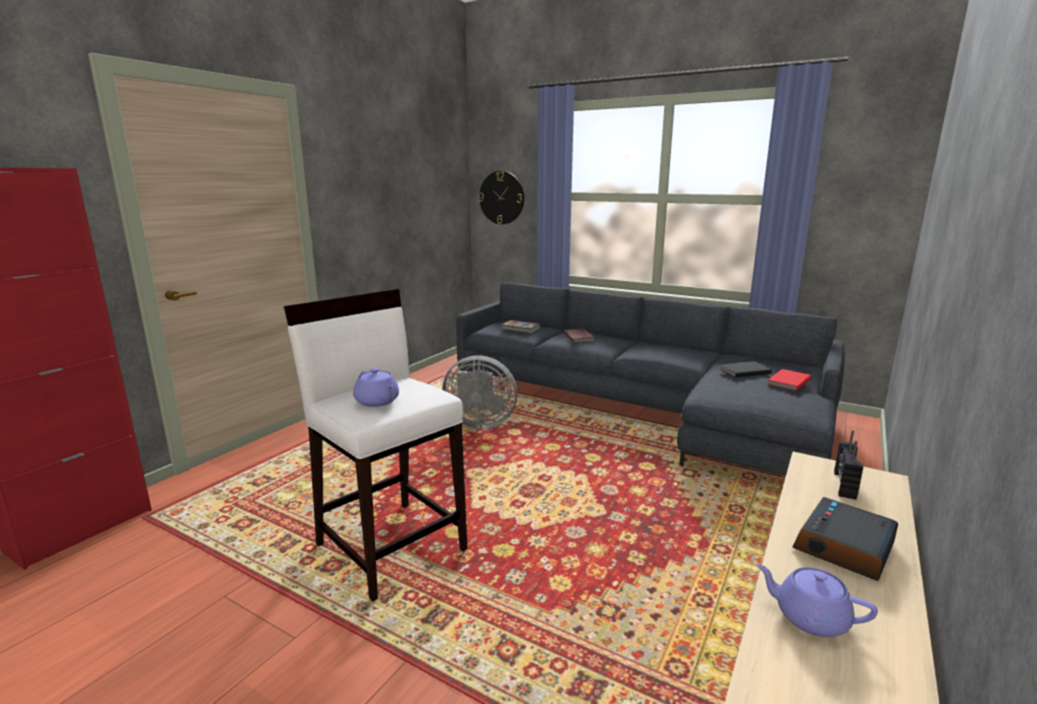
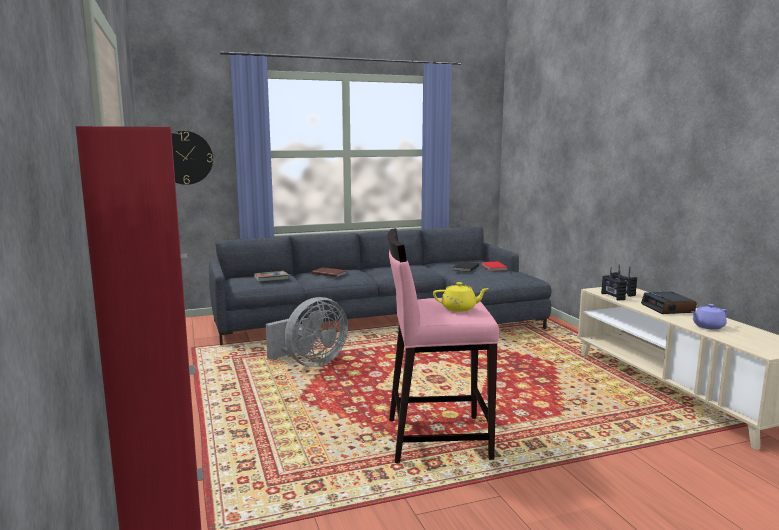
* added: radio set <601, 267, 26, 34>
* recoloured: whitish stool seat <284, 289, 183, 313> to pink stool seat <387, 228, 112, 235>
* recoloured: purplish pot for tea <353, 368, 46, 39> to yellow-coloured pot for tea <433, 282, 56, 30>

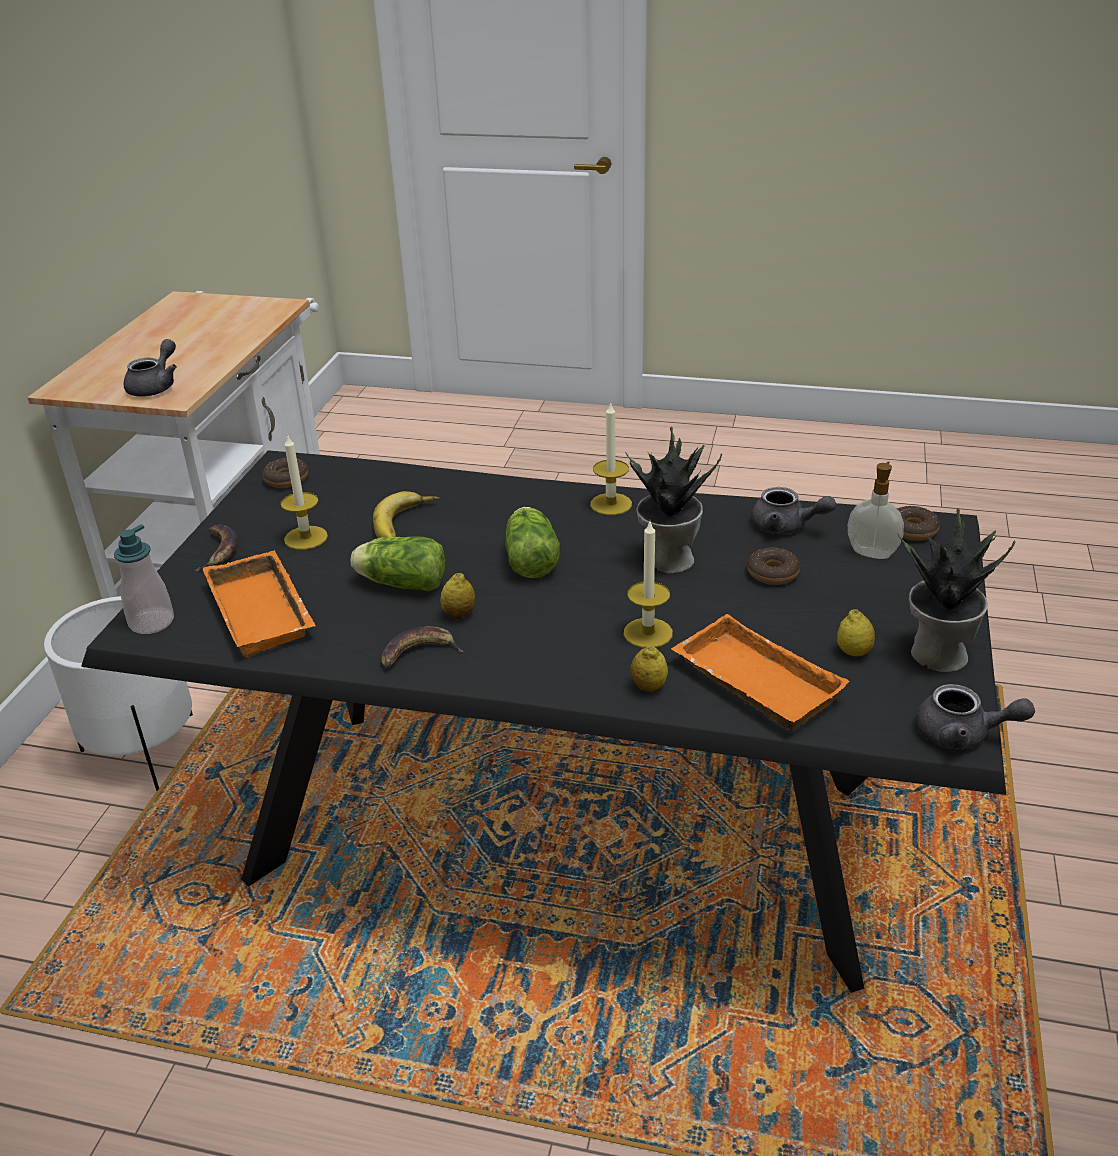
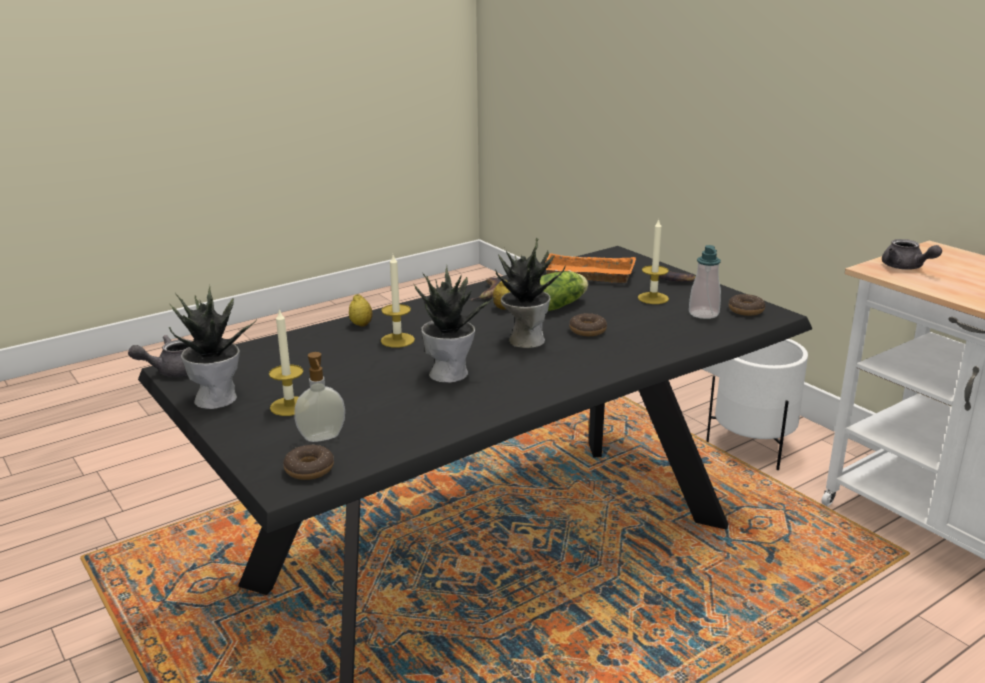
* removed: whole banana <373, 491, 67, 47>
* removed: orange-coloured serving tray <671, 614, 179, 115>
* removed: gray pot for tea <751, 487, 85, 47>
* removed: whole lemon <837, 609, 38, 48>
* moved: liquid soap bottle <114, 524, 60, 110> to <689, 245, 32, 74>
* moved: candle <590, 401, 42, 114> to <269, 308, 34, 108>
* moved: doughnut <747, 547, 53, 38> to <569, 313, 38, 23>
* replaced: lettuce <505, 507, 55, 71> to houseplant <496, 238, 70, 110>

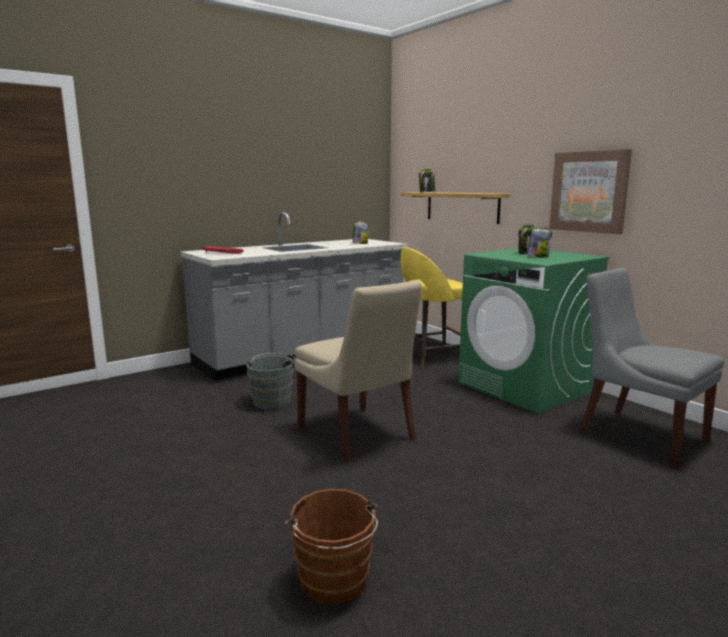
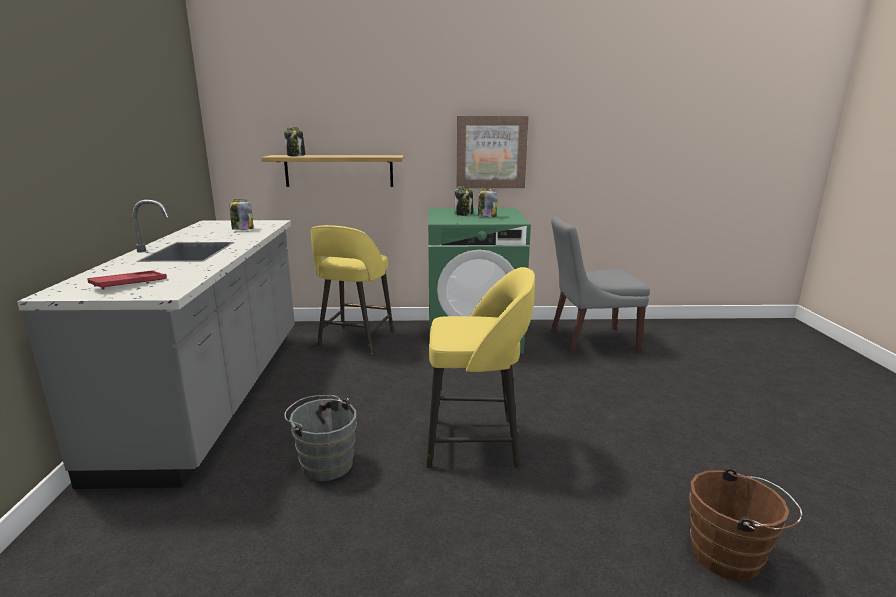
* replaced: beige chair <295, 281, 127, 181> to yellow-coloured stool seat <426, 267, 109, 202>

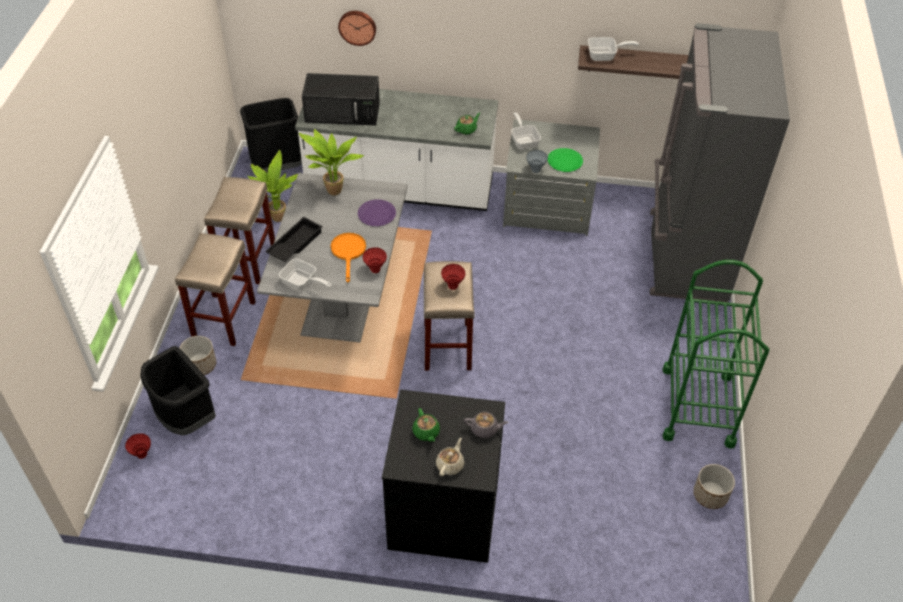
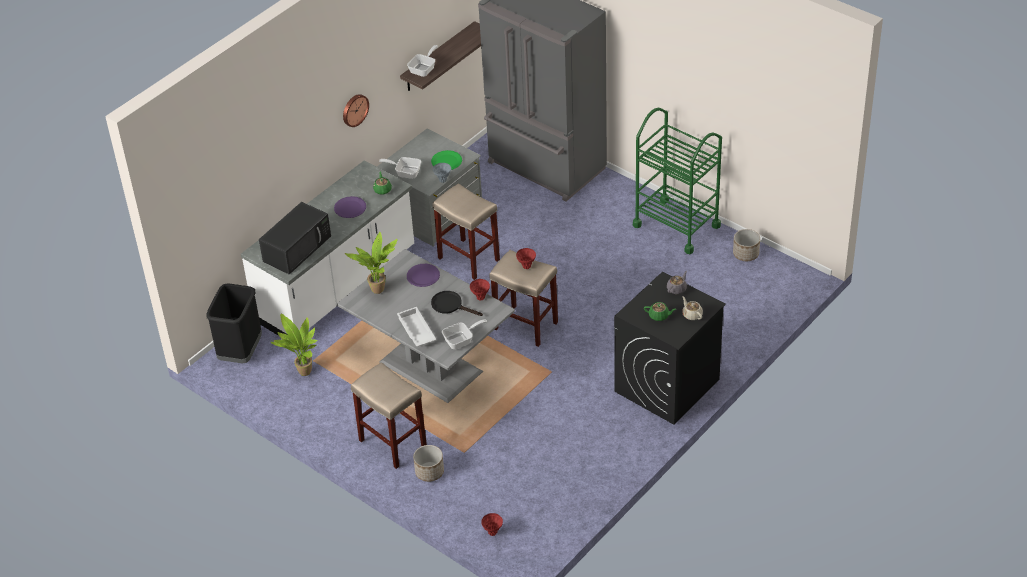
* removed: black rubbish bin <140, 346, 76, 89>
* added: purplish plate <334, 196, 32, 22>
* moved: beige stool seat <204, 177, 71, 107> to <432, 183, 68, 97>
* moved: clock on the wall <338, 11, 38, 35> to <343, 94, 26, 33>
* recoloured: black serving tray <265, 217, 58, 45> to whitish serving tray <397, 307, 39, 40>
* recoloured: orange-coloured pan <331, 233, 35, 49> to black pan <431, 291, 52, 25>

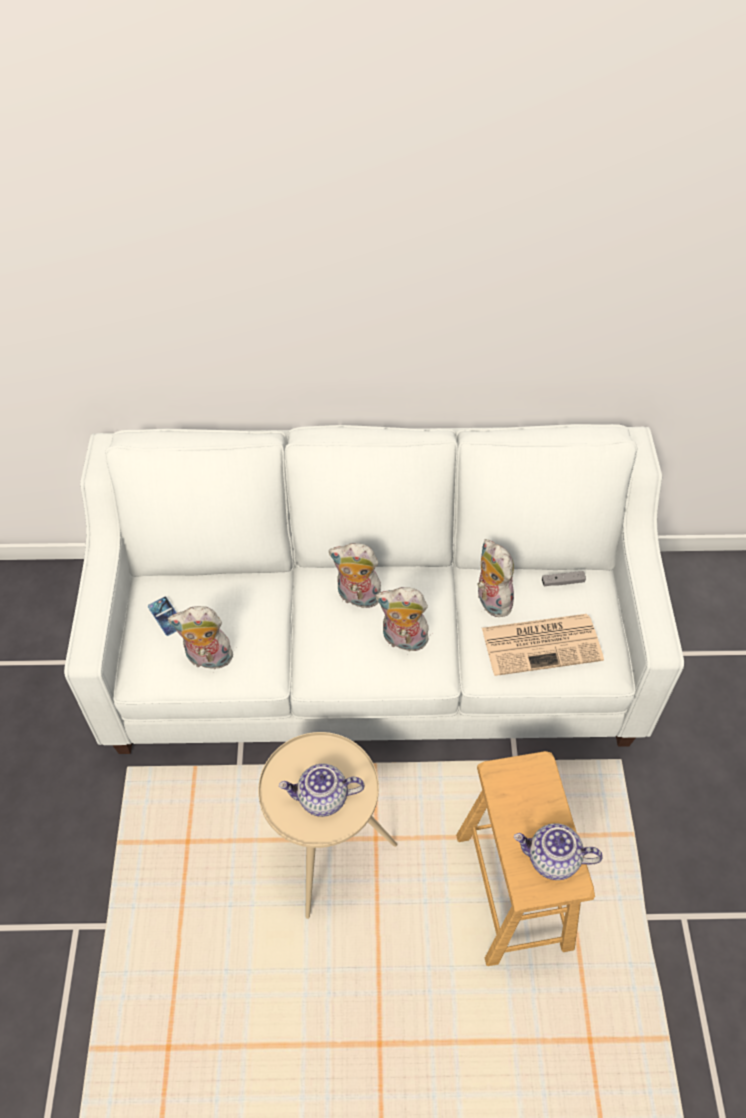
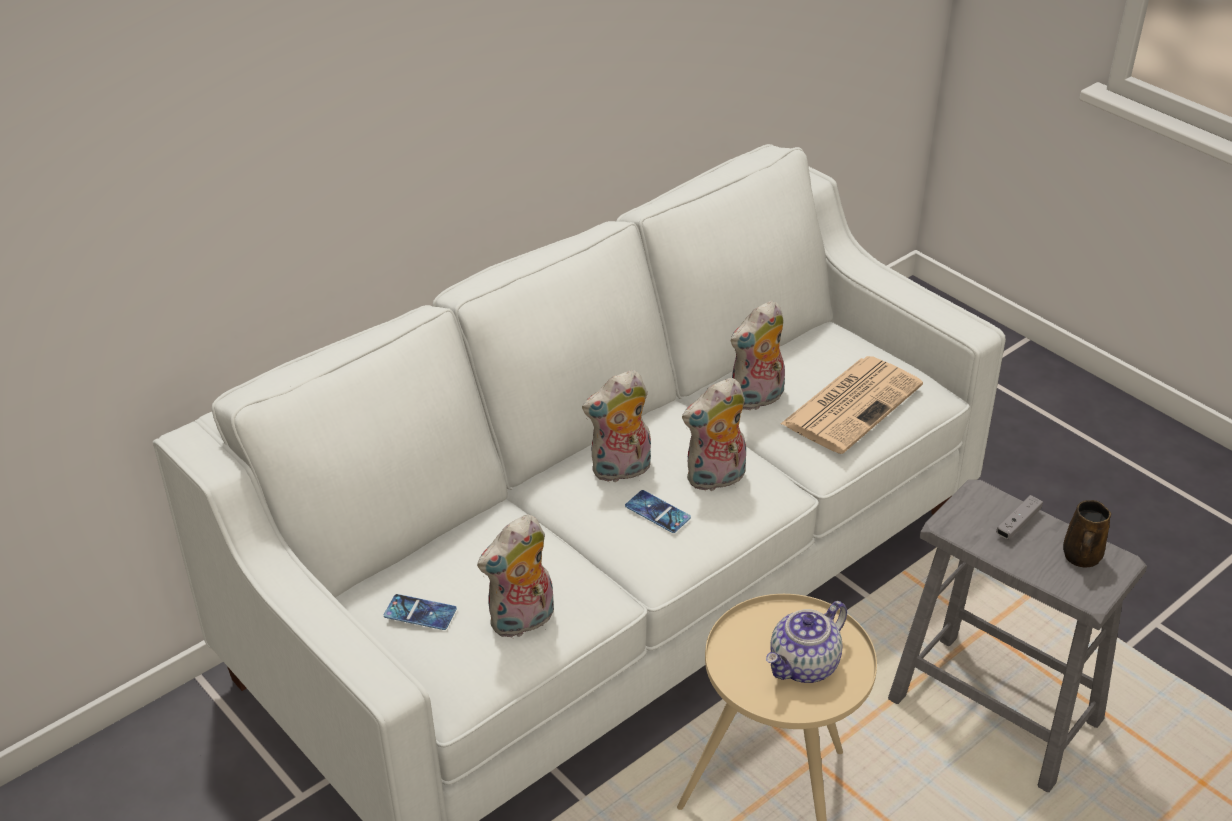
* added: phone <625, 490, 66, 43>
* moved: gray joypad <542, 571, 44, 16> to <996, 495, 47, 44>
* replaced: pot for tea <513, 823, 90, 57> to brown mug <1063, 500, 48, 68>
* recoloured: brown stool seat <456, 751, 139, 215> to gray stool seat <888, 480, 259, 312>
* turned: plush toy <477, 539, 38, 78> = <731, 300, 54, 110> 60 degrees counterclockwise

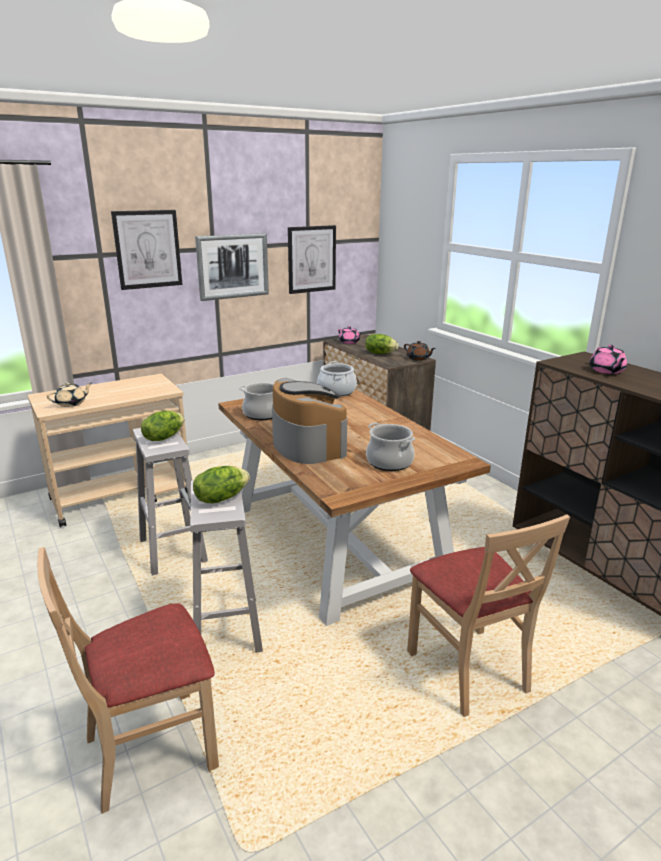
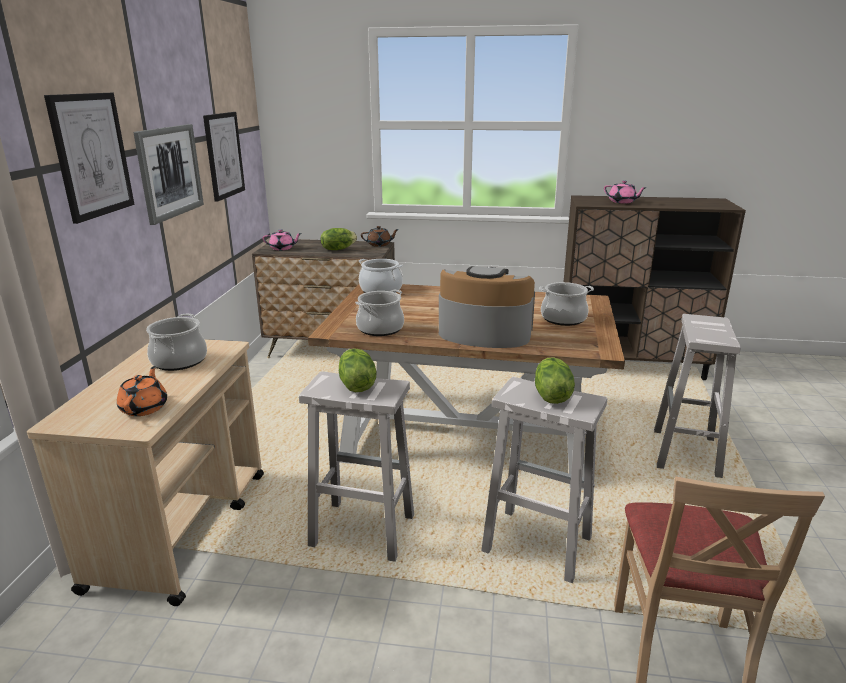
* added: stockpot <146, 314, 61, 57>
* replaced: beige chair <407, 514, 163, 203> to whitish stool seat <654, 314, 87, 164>
* recoloured: beige pot for tea <47, 383, 45, 24> to orange-coloured pot for tea <117, 366, 50, 50>

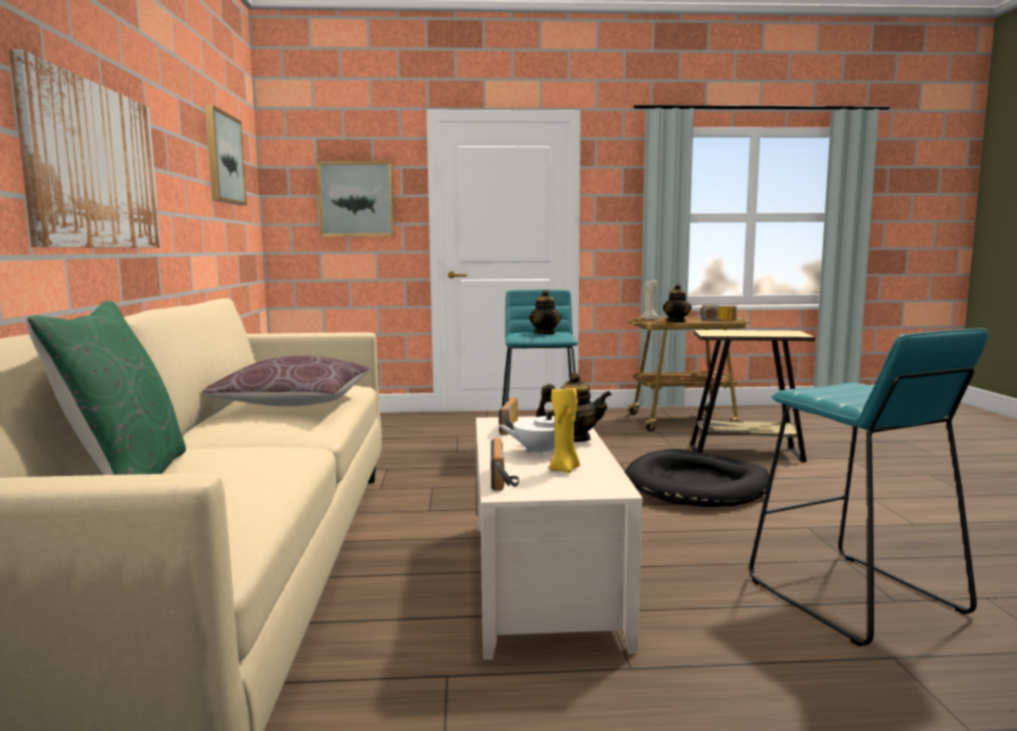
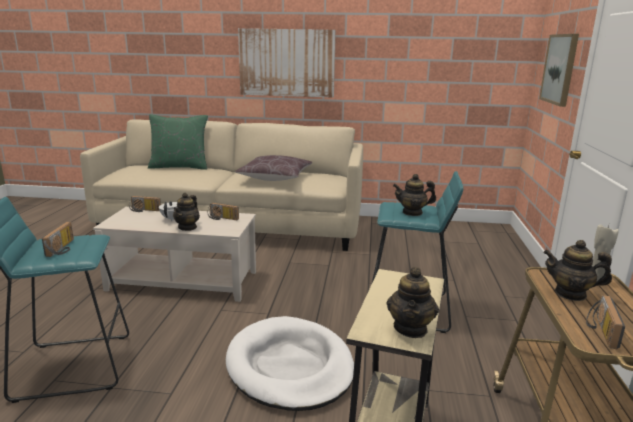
* removed: wall picture <205, 105, 42, 101>
* removed: yellow-coloured candle <549, 384, 31, 89>
* added: radio set <42, 222, 32, 35>
* added: pot for tea <387, 267, 52, 71>
* recoloured: black pet bed <625, 449, 145, 58> to whitish pet bed <226, 316, 128, 95>

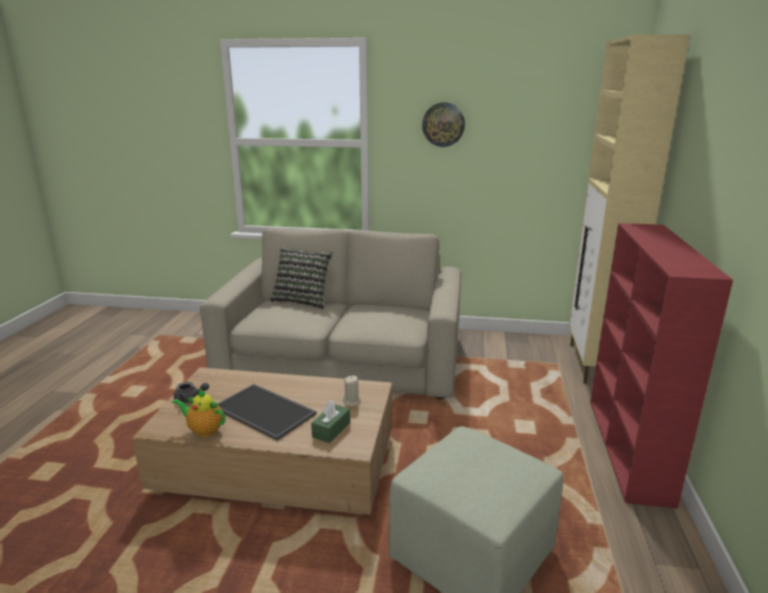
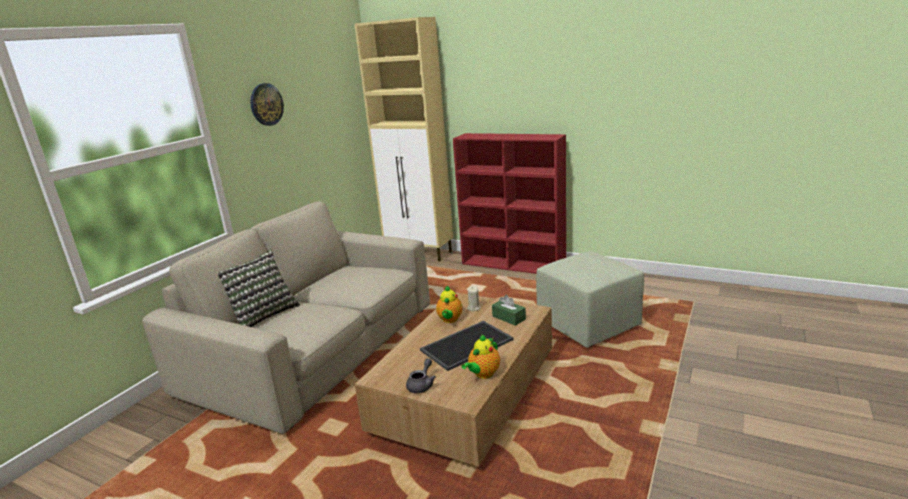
* added: pot for tea <436, 286, 26, 37>

